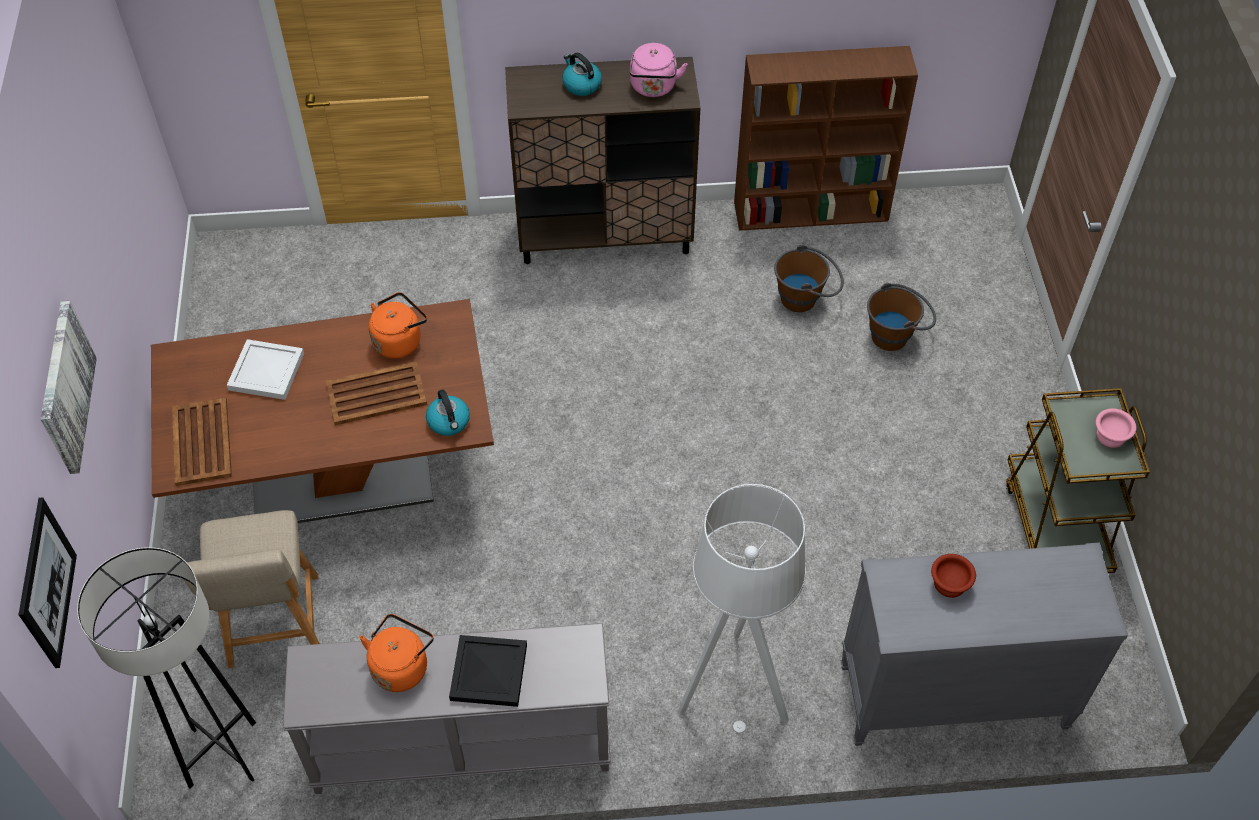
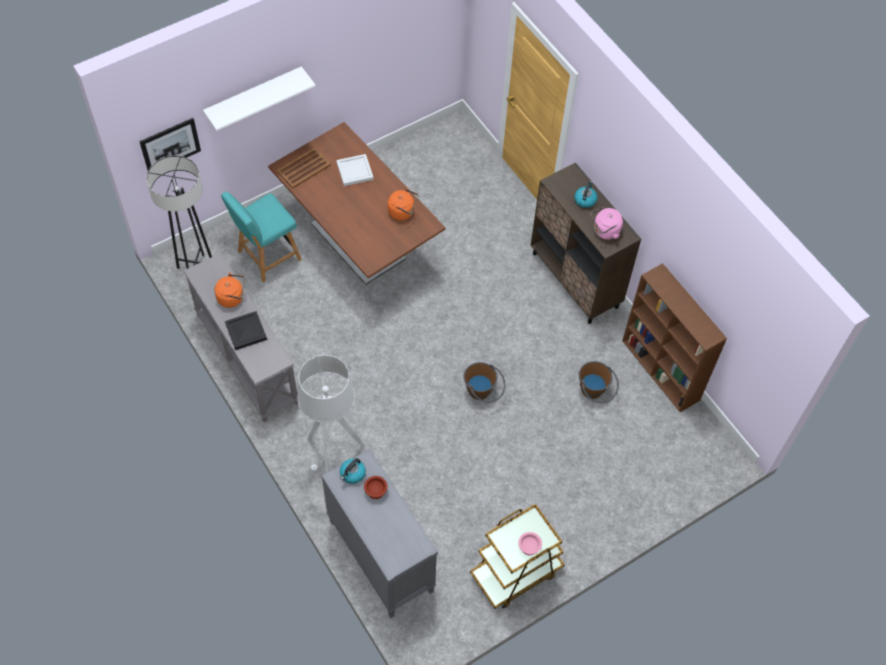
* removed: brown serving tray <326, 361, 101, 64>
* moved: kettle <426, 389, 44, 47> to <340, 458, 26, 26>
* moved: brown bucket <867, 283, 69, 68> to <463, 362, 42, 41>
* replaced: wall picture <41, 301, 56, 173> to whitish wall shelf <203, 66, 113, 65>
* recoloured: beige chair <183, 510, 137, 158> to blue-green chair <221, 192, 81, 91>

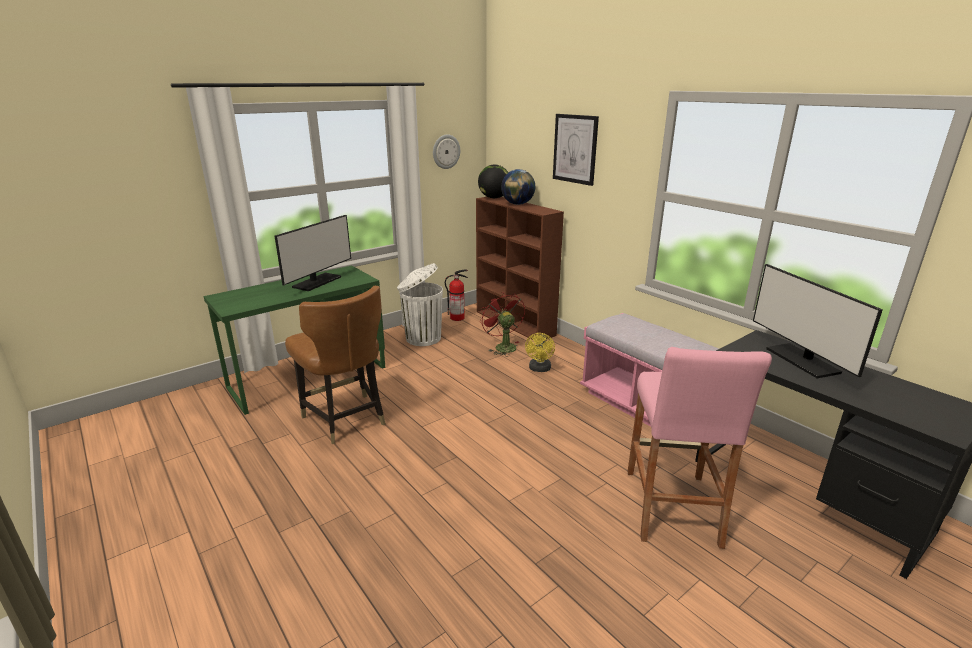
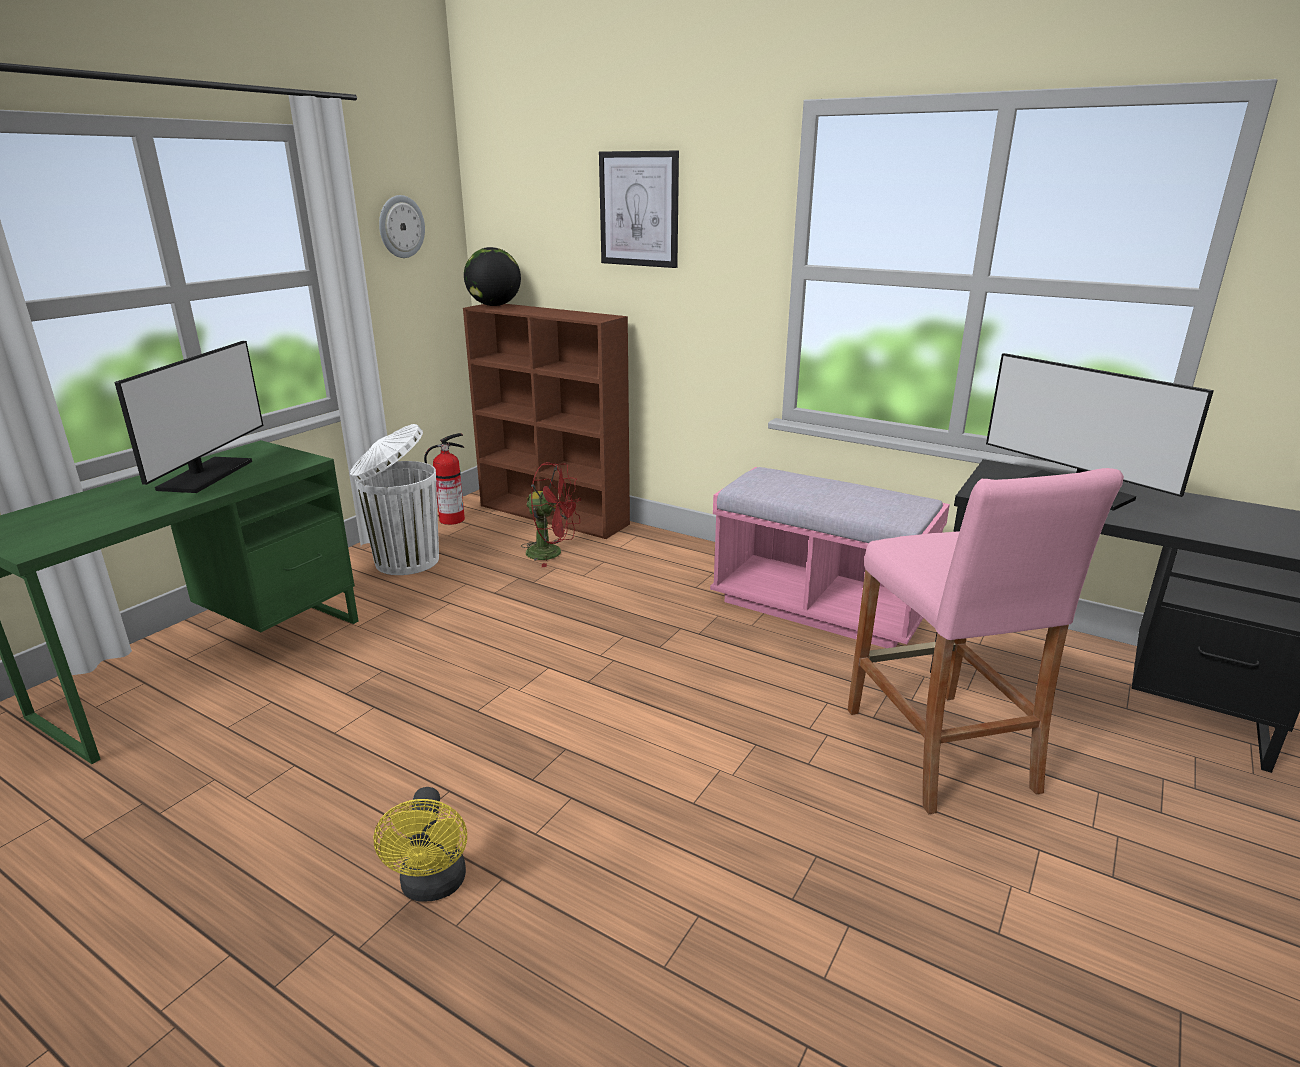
* removed: brown chair <285, 286, 101, 158>
* removed: desk globe <501, 169, 34, 36>
* moved: yellow-coloured cooling fan <525, 333, 30, 39> to <373, 787, 94, 114>
* turned: reddish cooling fan <480, 292, 45, 64> = <521, 462, 60, 105> 150 degrees clockwise

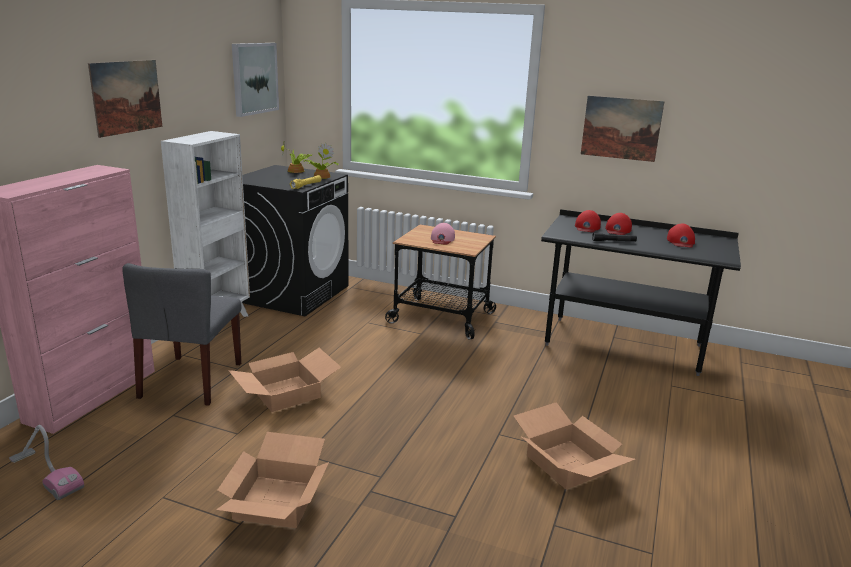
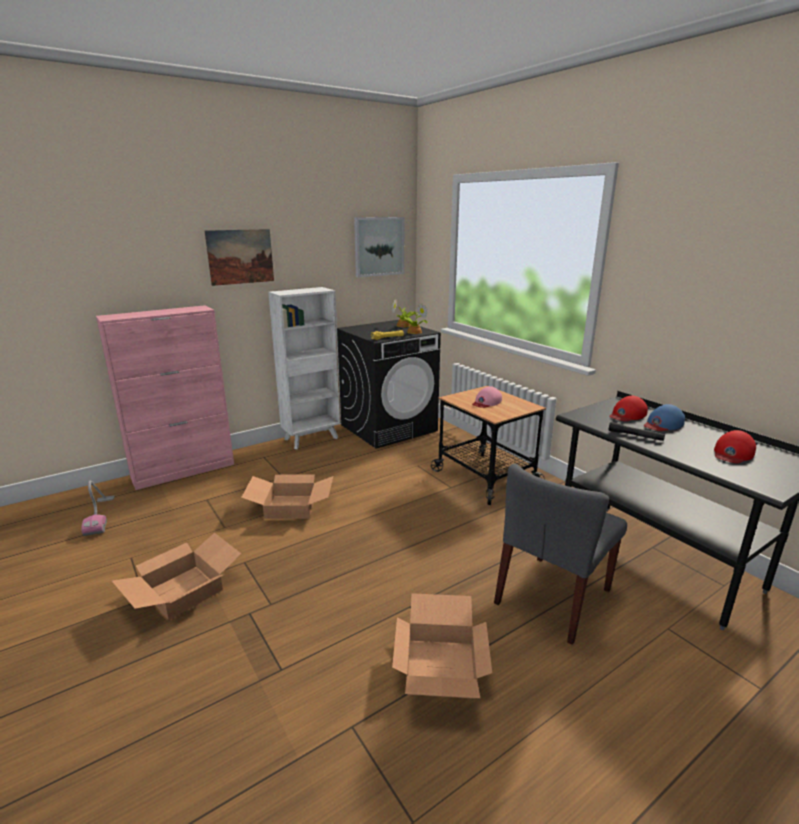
* removed: wall picture <581, 96, 83, 66>
* moved: gray chair <122, 263, 119, 143> to <494, 464, 133, 181>
* recoloured: reddish cap <605, 213, 27, 22> to bluish cap <643, 404, 42, 27>

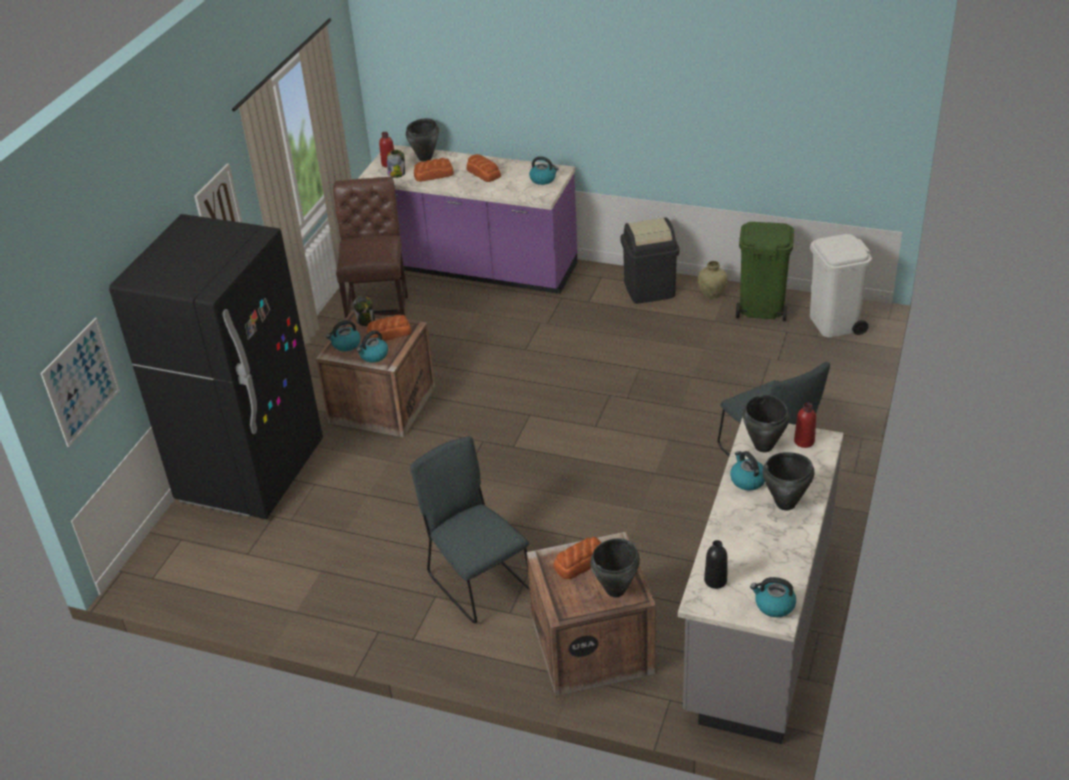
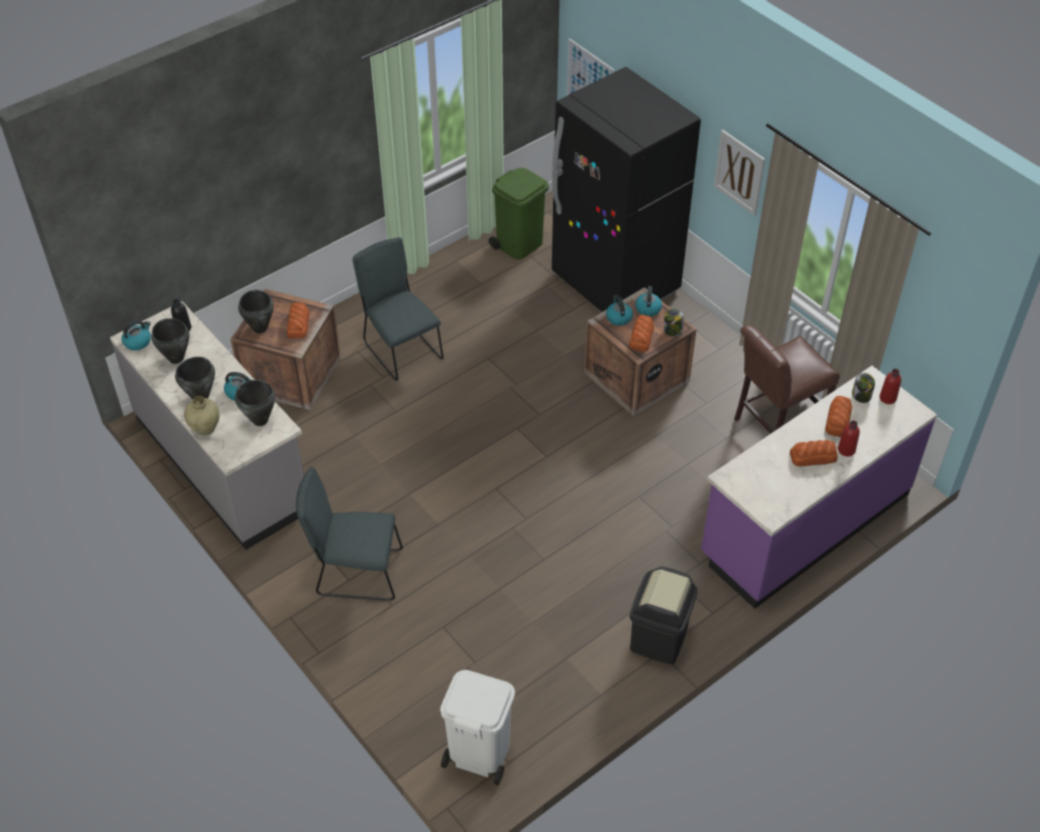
* removed: kettle <529, 156, 30, 29>
* moved: black stockpot <406, 118, 33, 44> to <151, 318, 39, 46>
* moved: beige flower vase <698, 261, 30, 38> to <184, 396, 36, 40>
* moved: greenish rubbish bin <736, 222, 58, 99> to <489, 168, 60, 92>
* moved: reddish beverage bottle <794, 403, 22, 45> to <838, 421, 22, 36>
* turned: brown chair <333, 177, 75, 142> = <734, 325, 106, 109> 120 degrees clockwise
* turned: gray chair <410, 436, 120, 187> = <353, 237, 91, 144> 120 degrees counterclockwise

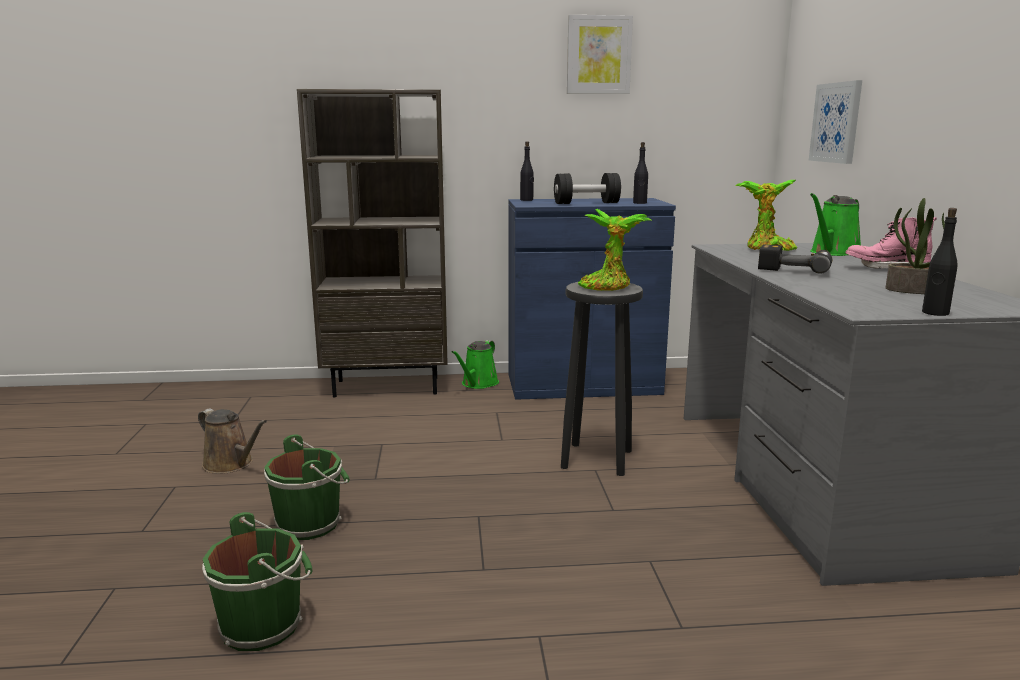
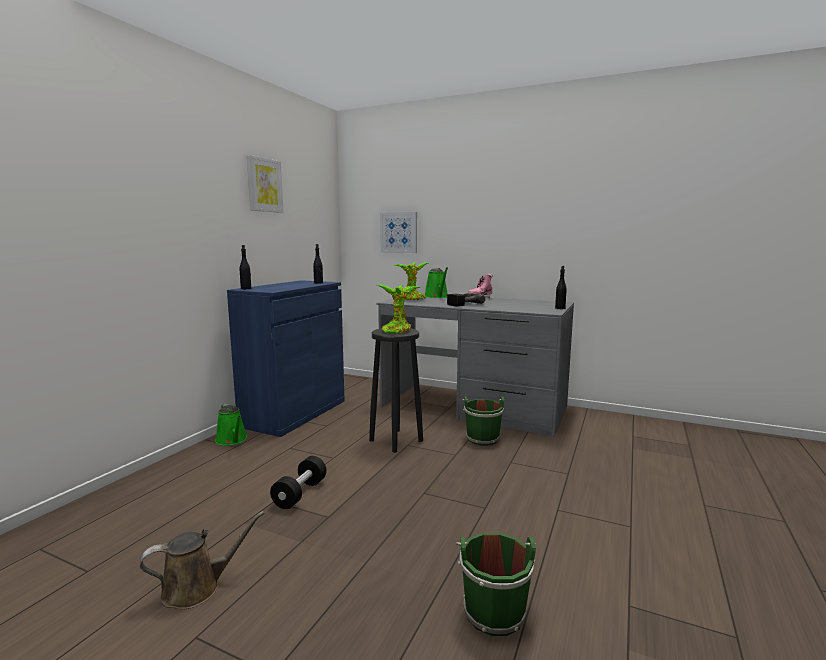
* removed: brown bookcase <297, 89, 151, 309>
* removed: houseplant <885, 198, 60, 96>
* moved: greenish bucket <264, 434, 86, 106> to <462, 397, 42, 48>
* moved: black hand weight <554, 173, 67, 31> to <270, 456, 57, 53>

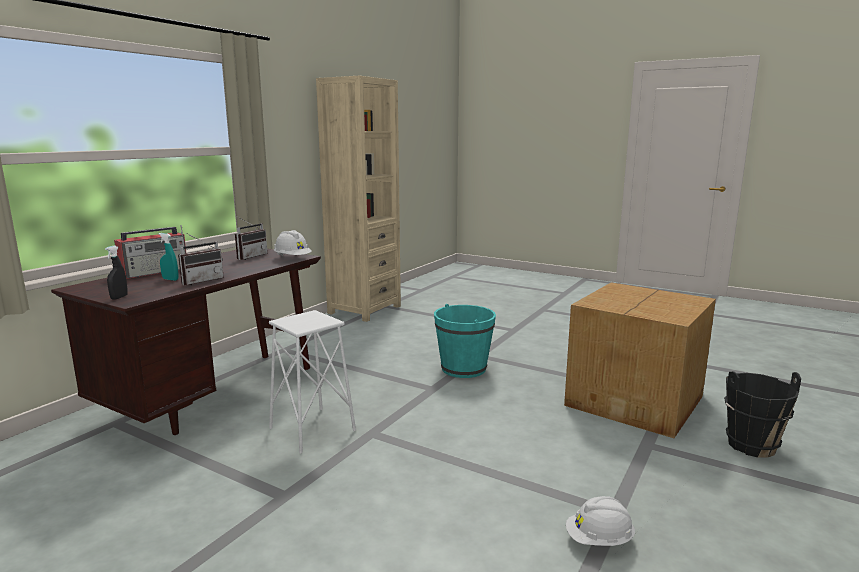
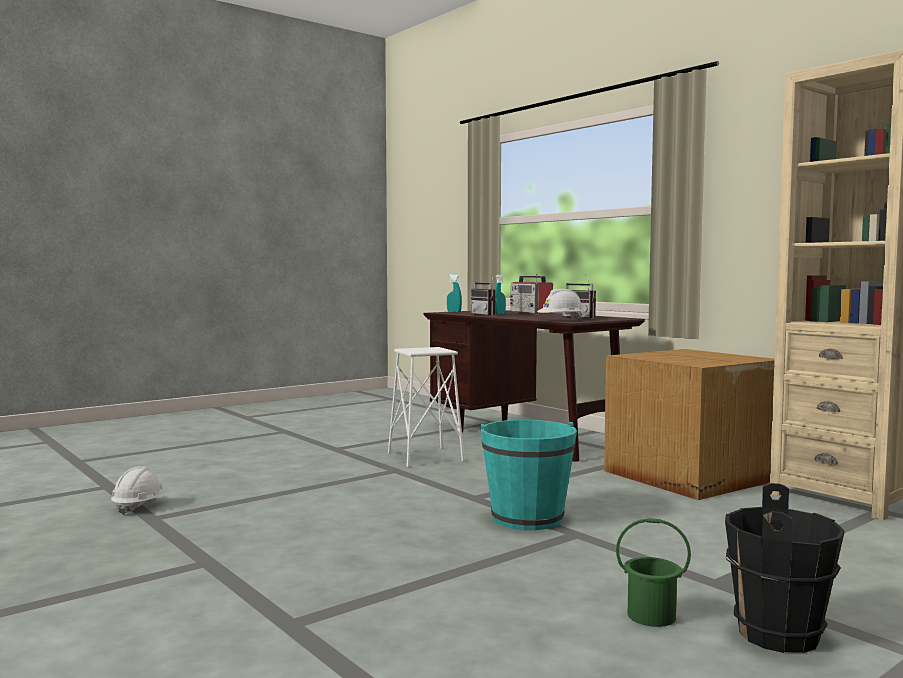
* added: greenish bucket <616, 518, 75, 109>
* moved: carton <564, 282, 152, 156> to <604, 349, 170, 151>
* moved: black bucket <724, 371, 77, 87> to <725, 483, 120, 170>
* recoloured: black hand sprayer <105, 245, 23, 55> to blue-green hand sprayer <447, 274, 15, 38>

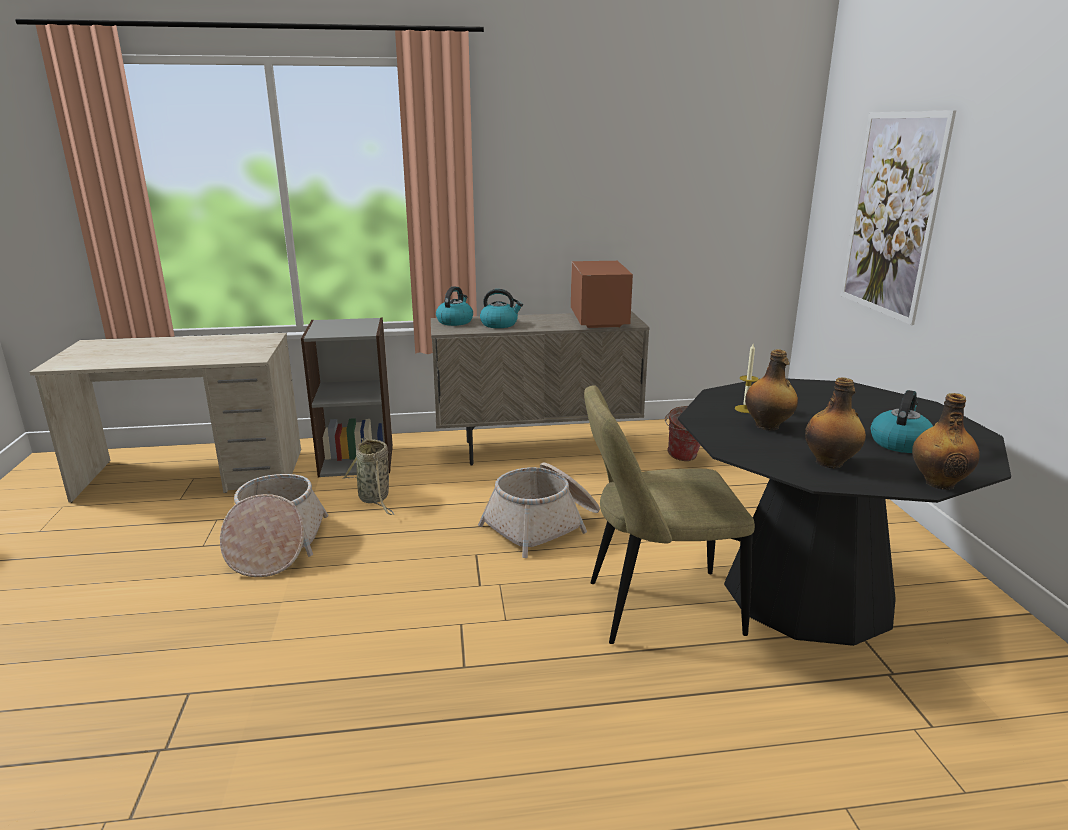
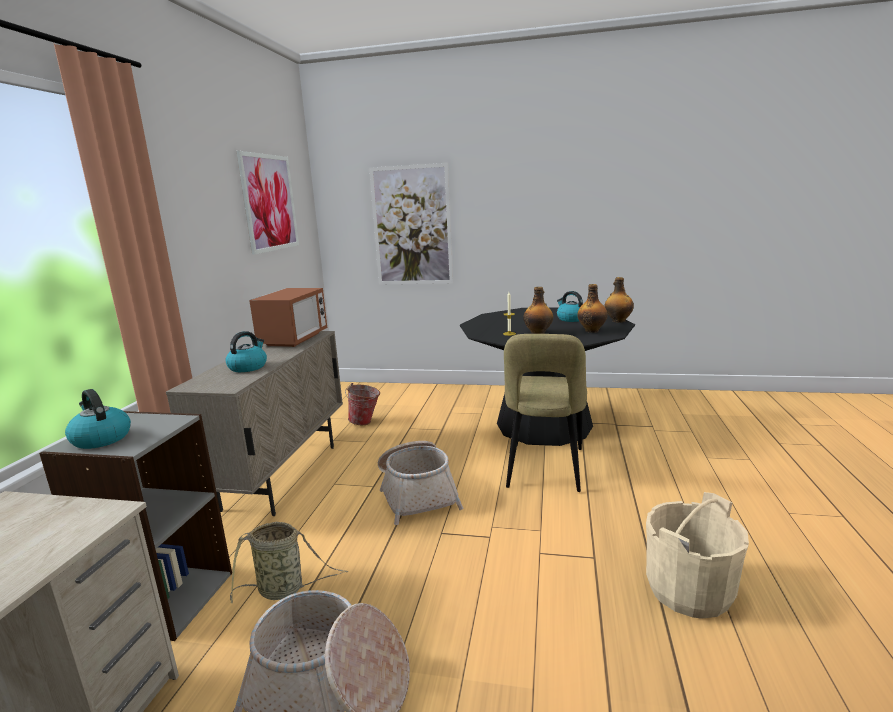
* added: wall picture <236, 151, 63, 104>
* added: beige bucket <646, 492, 103, 127>
* moved: kettle <436, 286, 37, 40> to <65, 389, 66, 60>
* turned: microwave <571, 261, 62, 67> = <249, 288, 78, 59> 90 degrees clockwise

